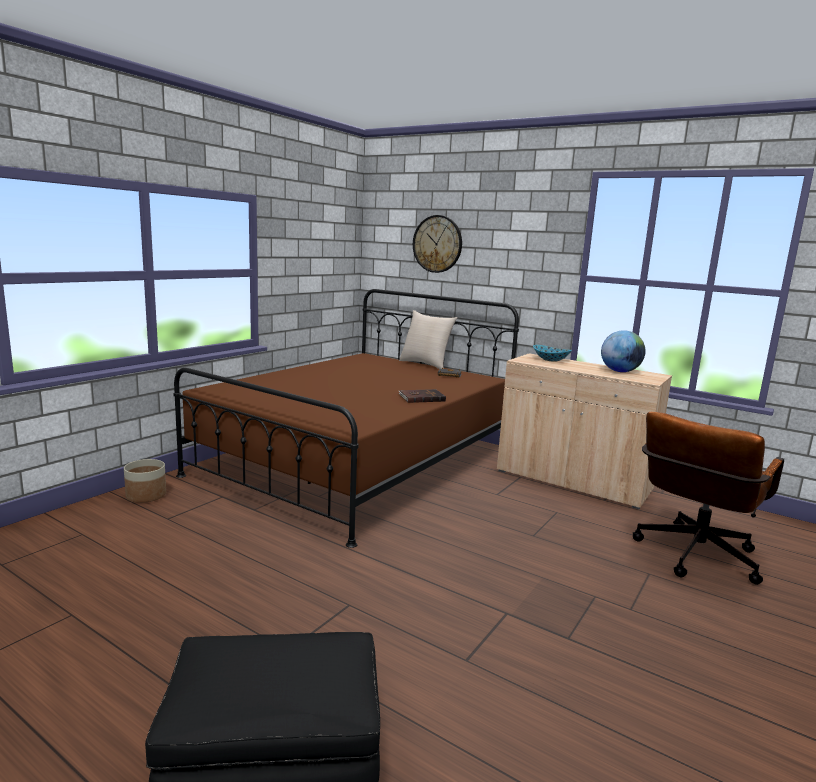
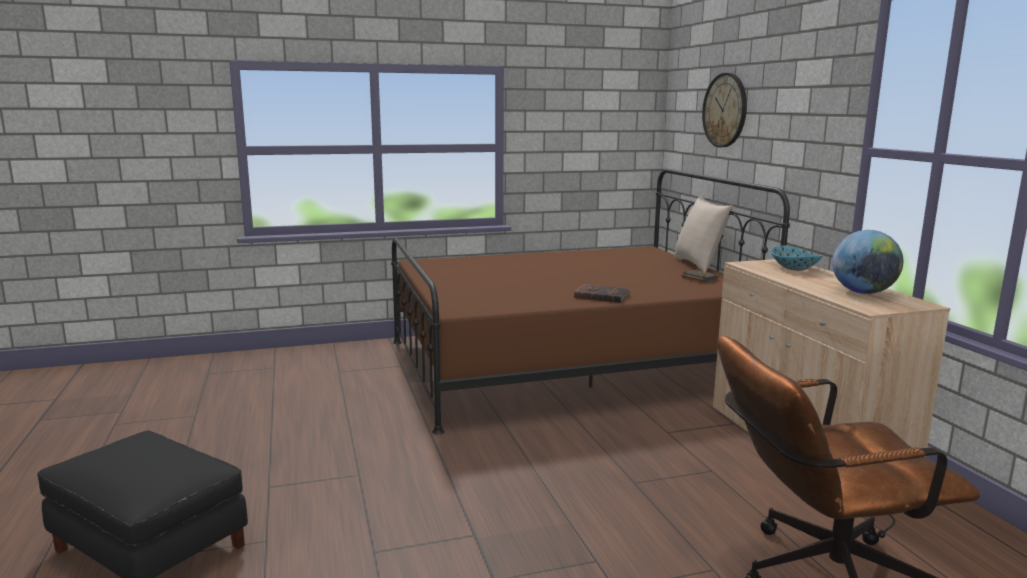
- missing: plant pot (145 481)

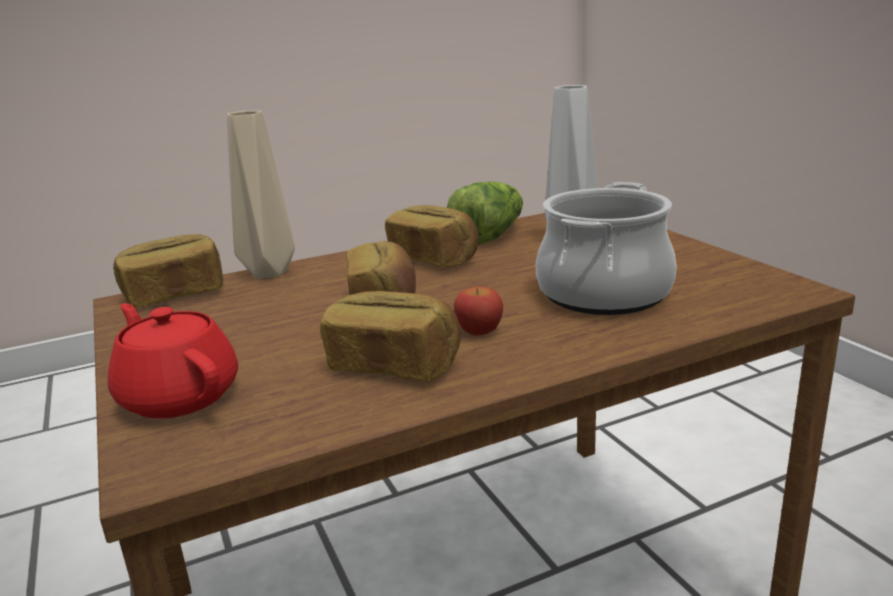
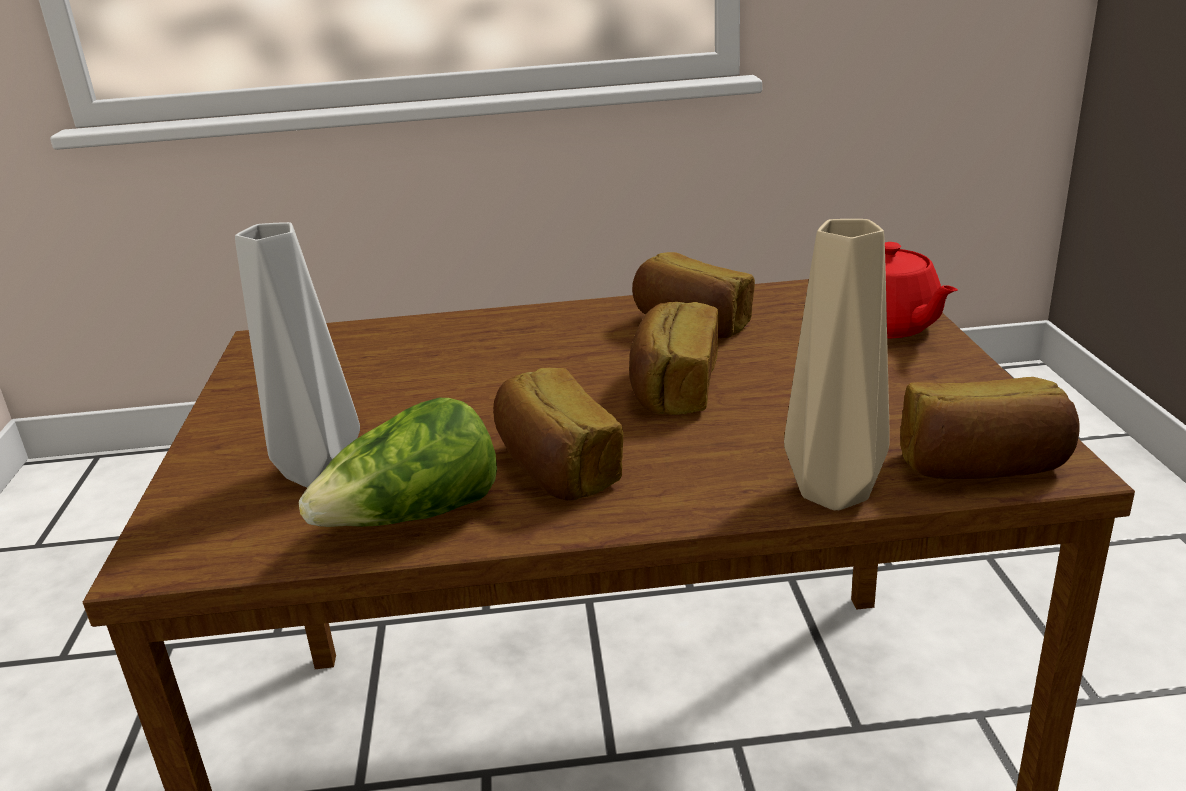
- missing: saucepot (606 248)
- missing: apple fruit (478 311)

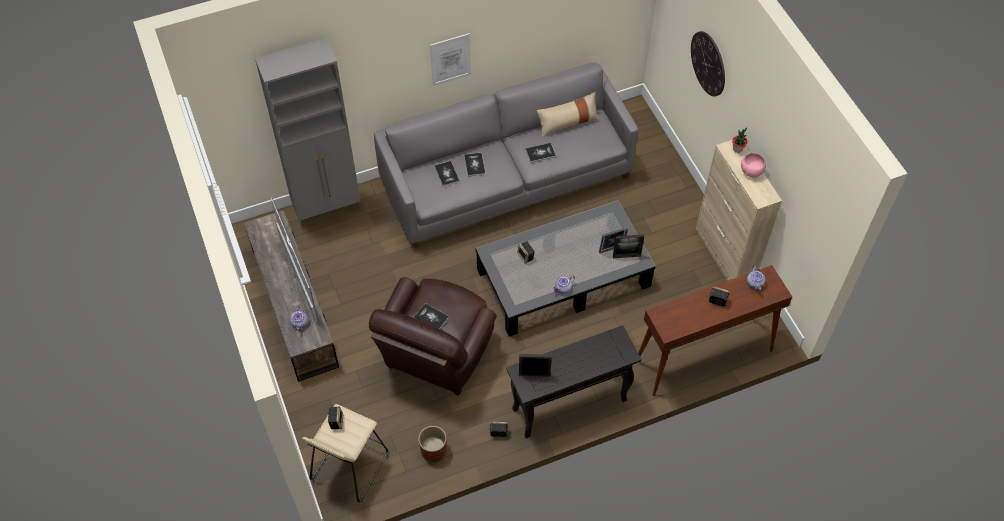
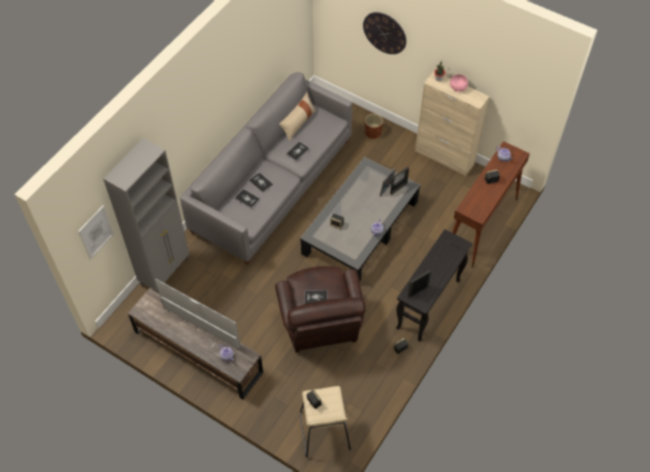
- relocated: wall art (450 59) to (96 232)
- relocated: plant pot (brown) (432 444) to (374 126)

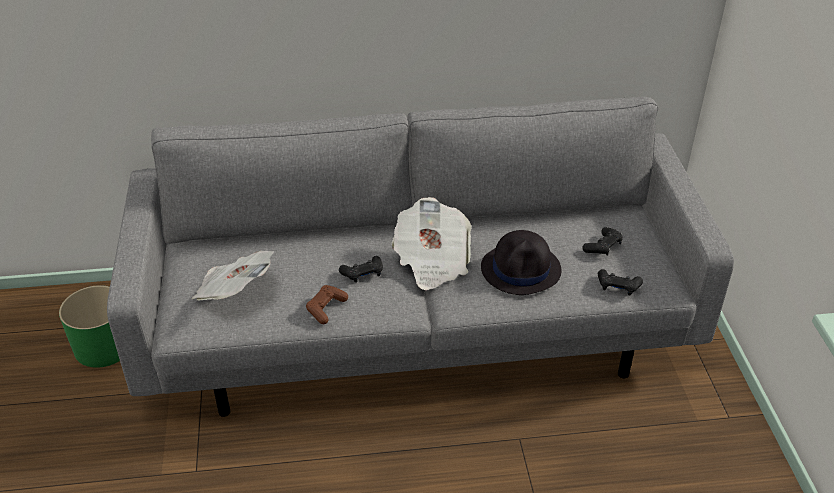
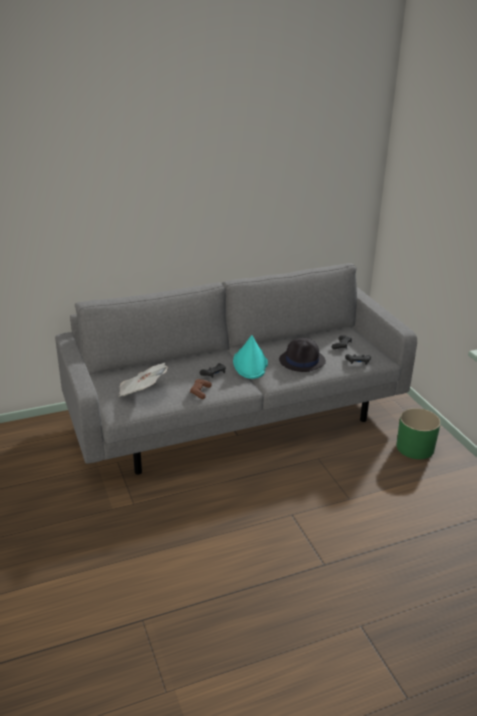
- exchanged: newspaper (431 243) to wearable hat (turquoise-coloured) (250 357)
- relocated: plant pot (green) (89 326) to (419 433)

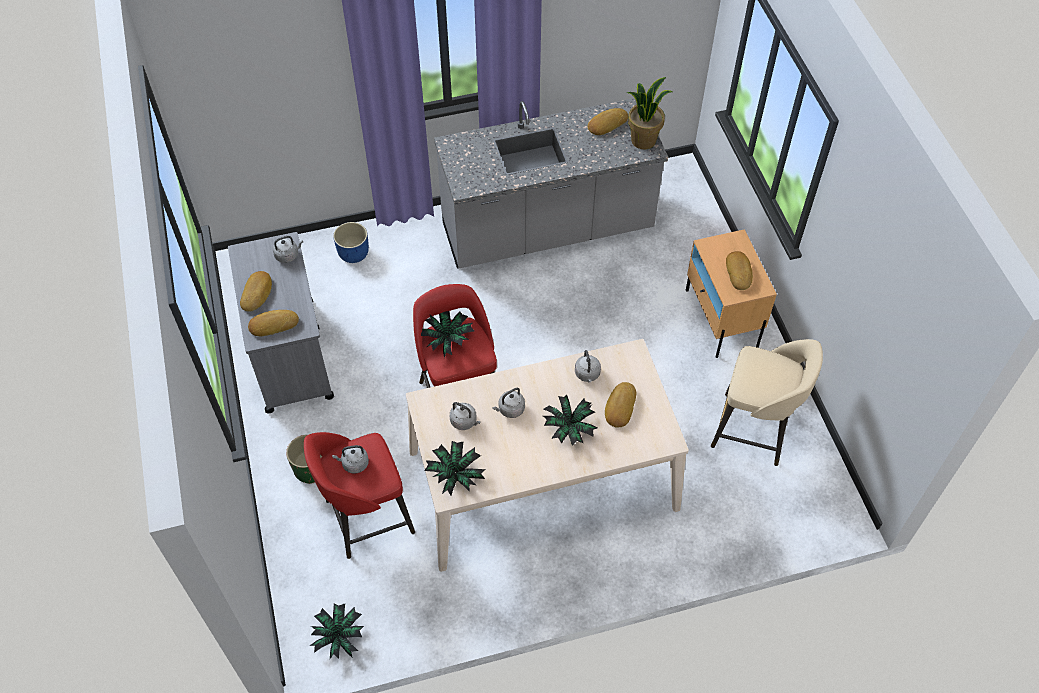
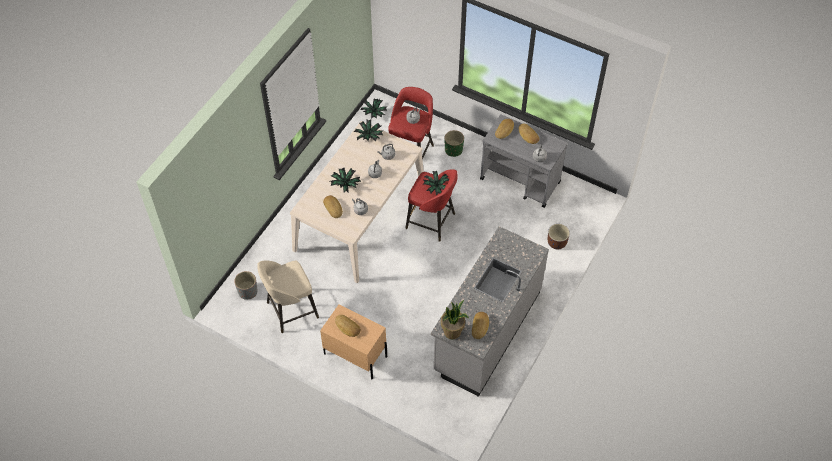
- colour: plant pot (blue-coloured) (351 242) to plant pot (brown) (559 236)
- appeared: plant pot (gray) (246 285)

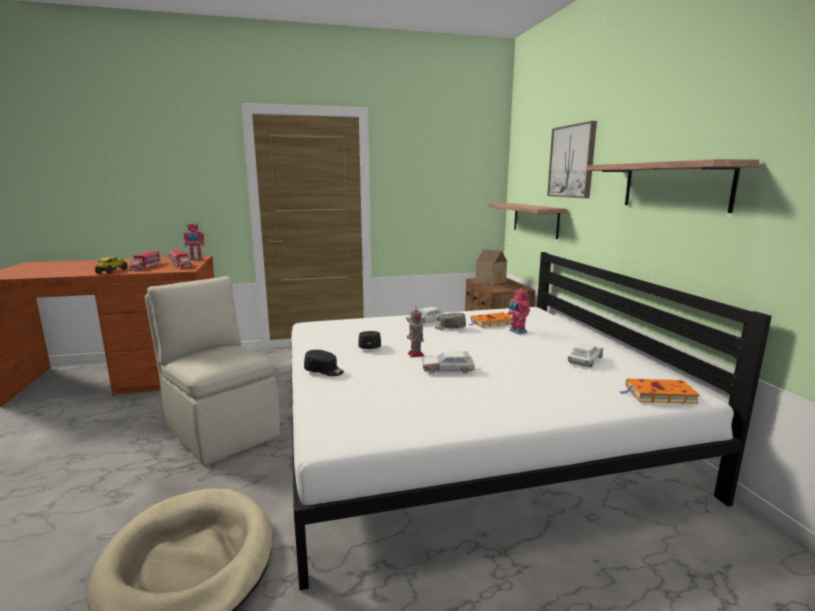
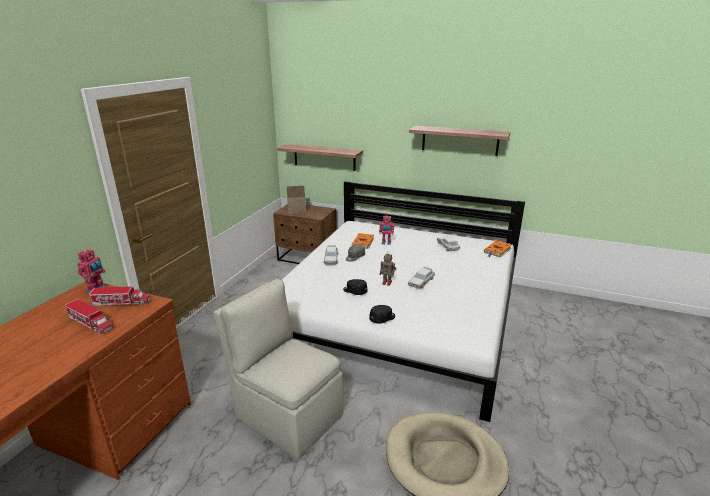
- missing: wall art (572 159)
- missing: toy truck (111 265)
- spun: upright chair (beige-coloured) (212 370) = (278 368) 45 degrees clockwise

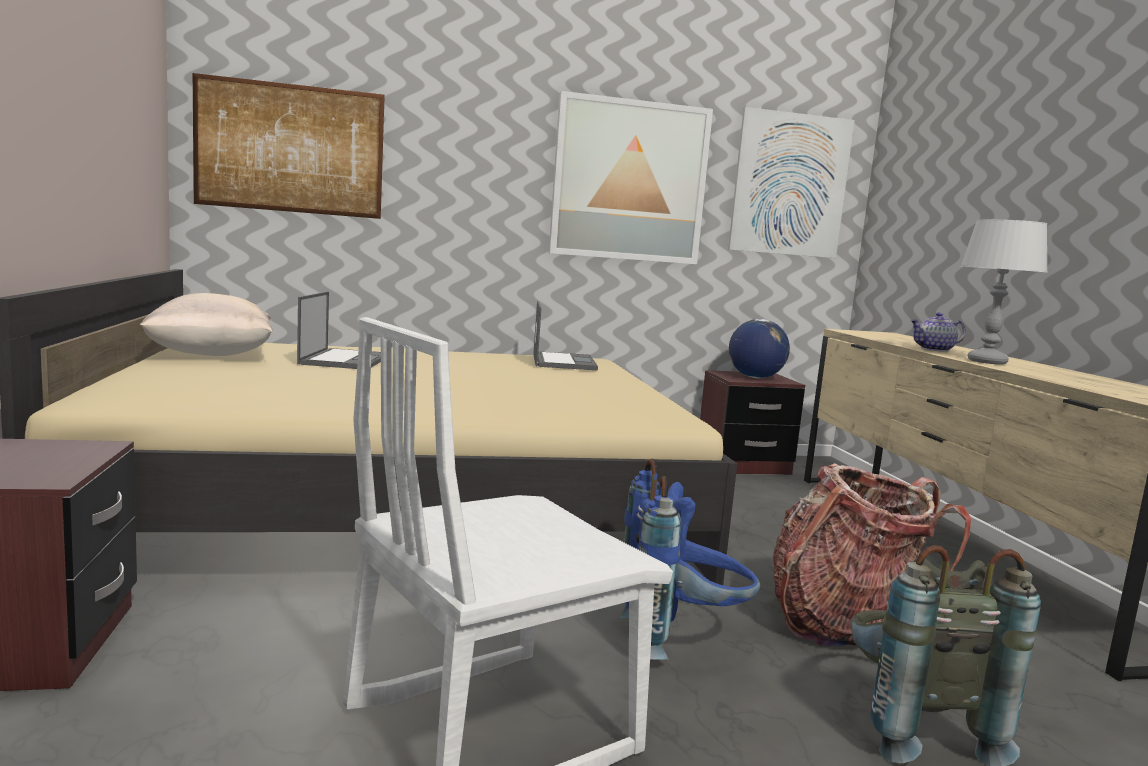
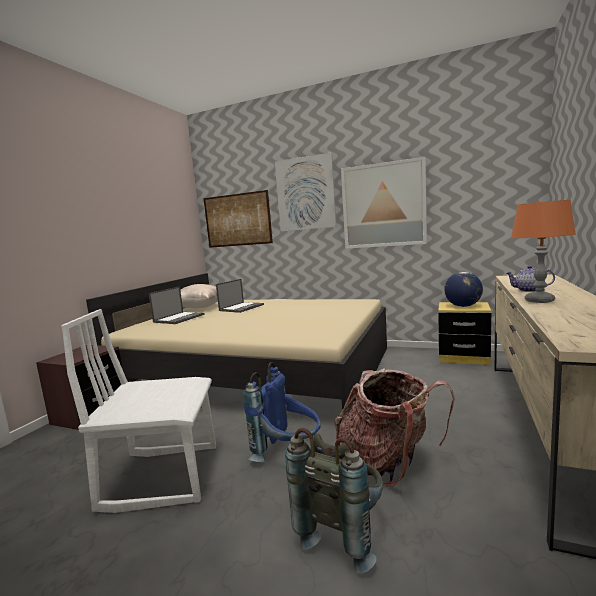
- relocated: wall art (791 182) to (305 191)
- colour: tabletop lamp (gray) (1004 292) to tabletop lamp (orangey) (543 251)
- relocated: portable computer (565 335) to (177 305)
- colour: night table (brown) (752 422) to night table (yellowish) (464 333)

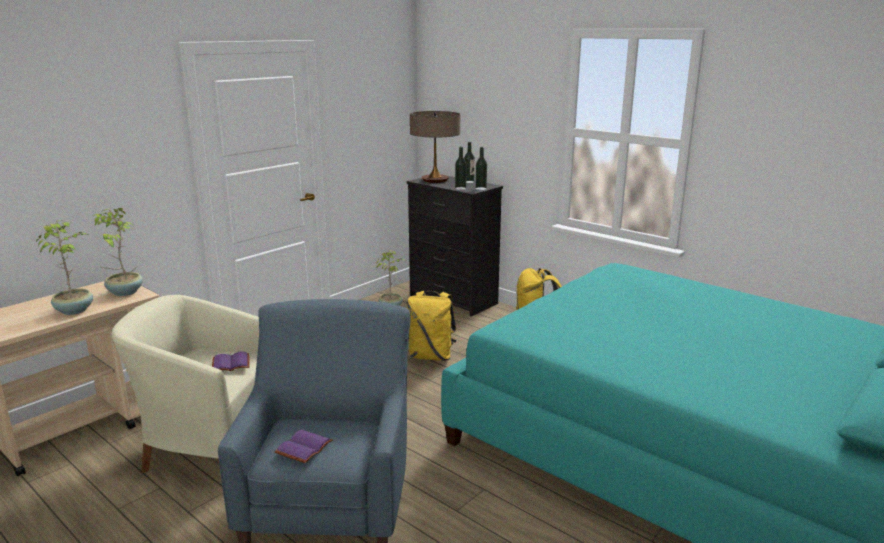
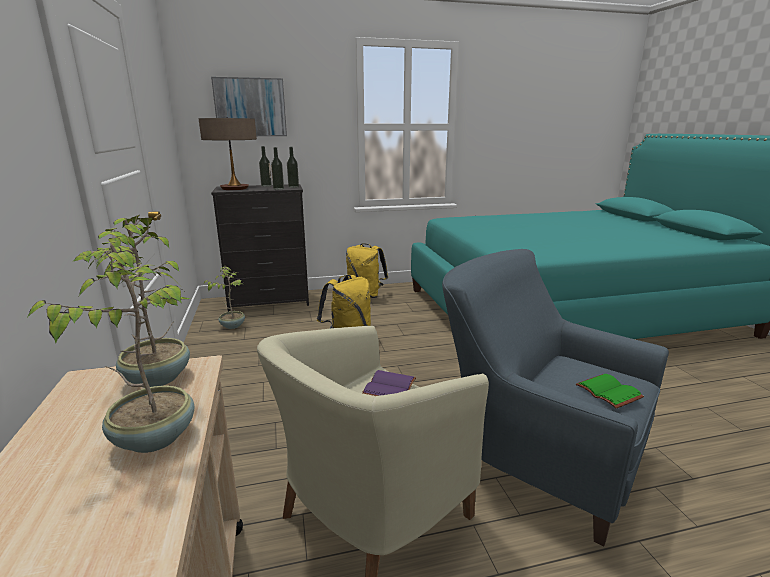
- colour: volume (purple) (303 446) to volume (green) (610 391)
- appeared: wall art (249 106)

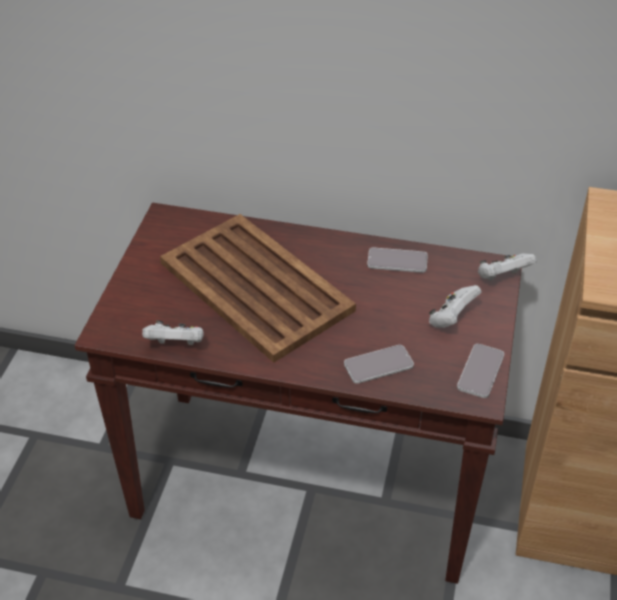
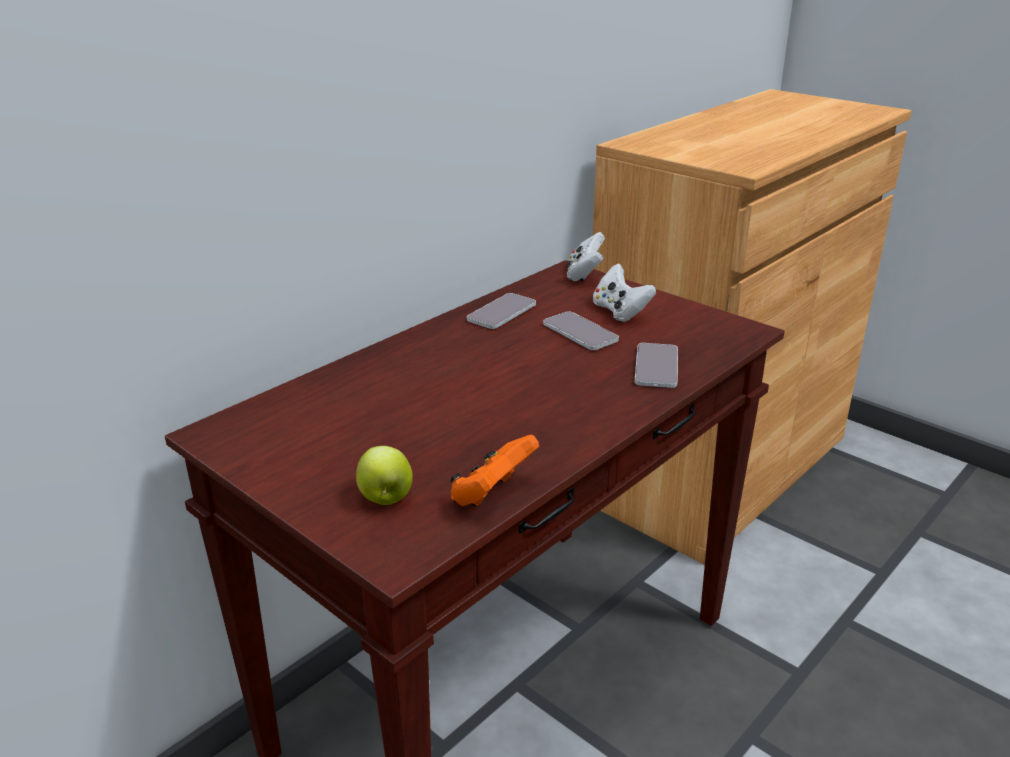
- missing: carrying tray (brown) (258 288)
- colour: gamepad (whitish) (173 332) to gamepad (orangey) (494 470)
- relocated: telephone (480 371) to (581 331)
- appeared: apple fruit (384 475)

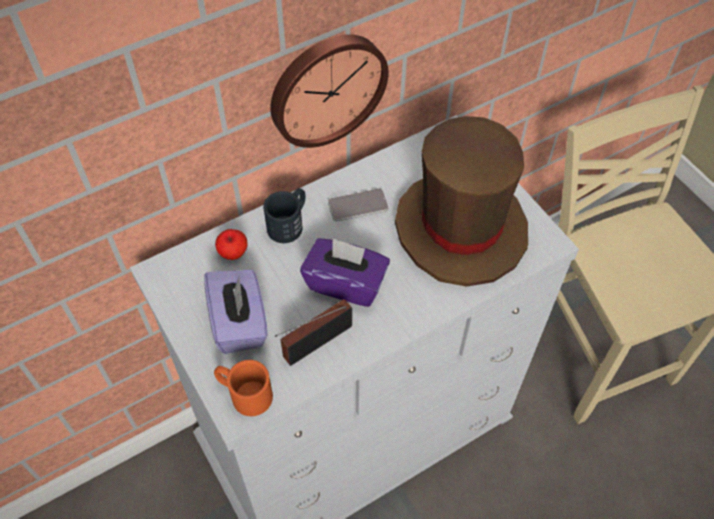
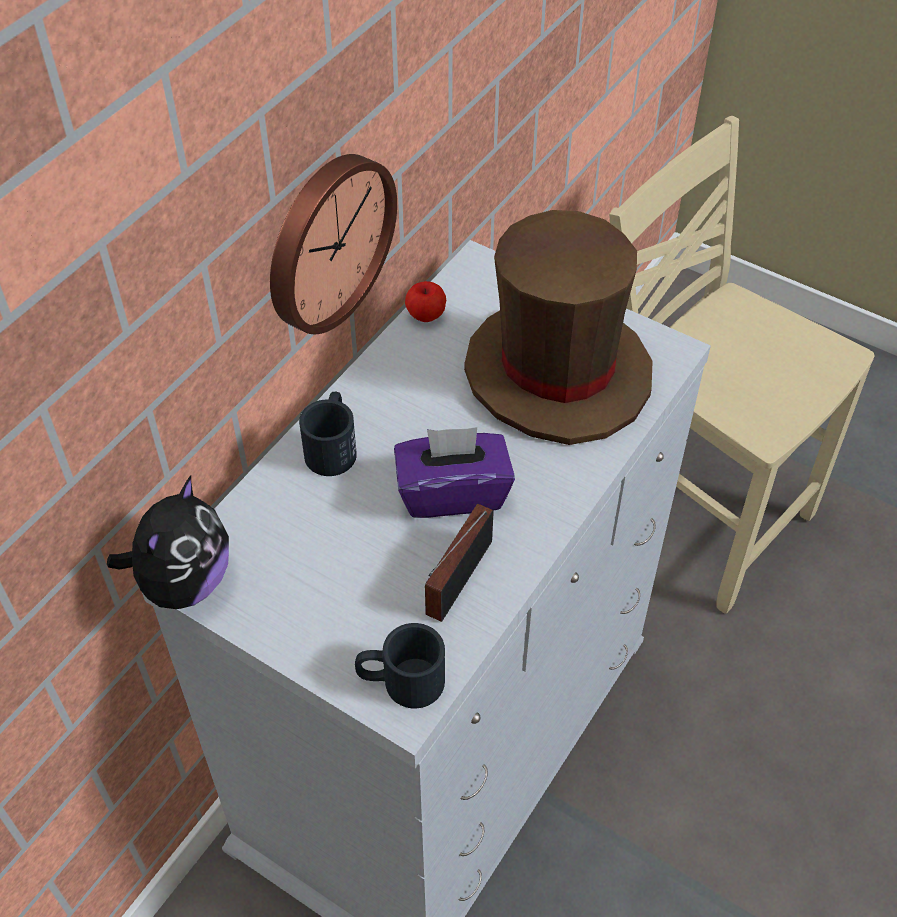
- missing: telephone (358 204)
- relocated: apple fruit (231 244) to (425 301)
- missing: tissue box (purple) (236 312)
- colour: tea mug (orangey) (243 388) to tea mug (black-coloured) (400 665)
- appeared: soft toy (168 542)

